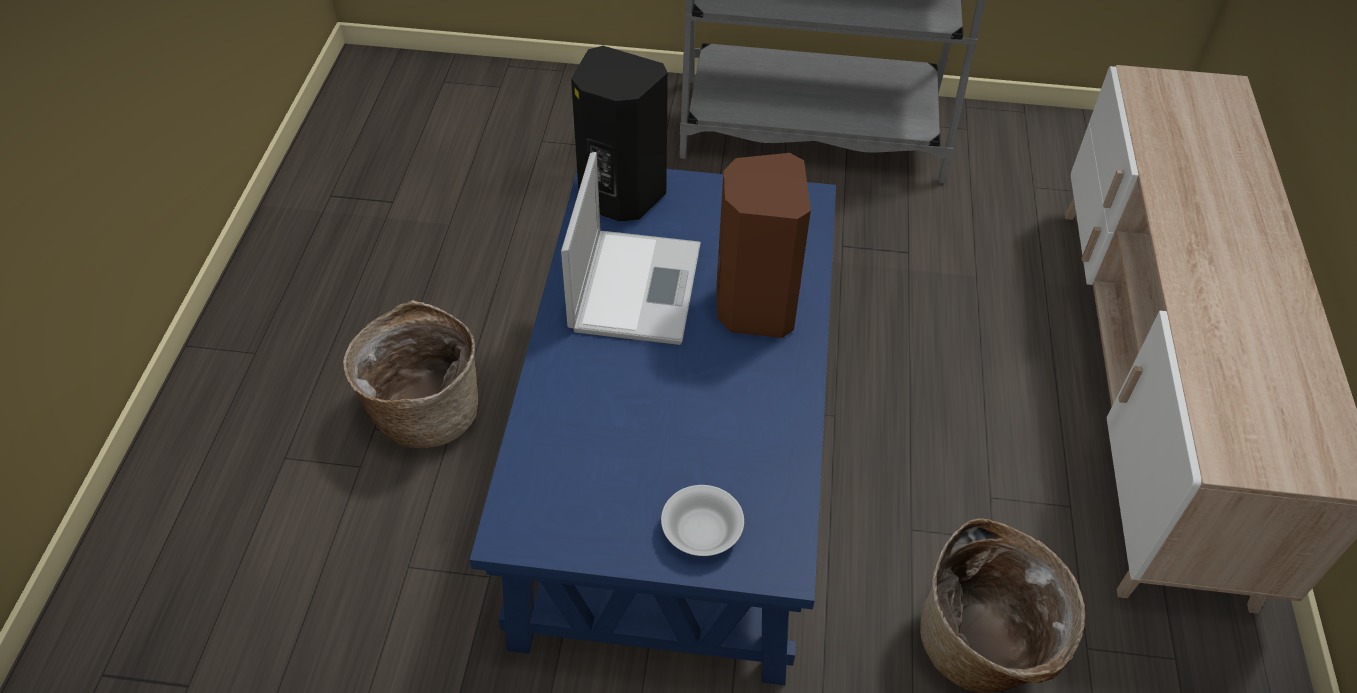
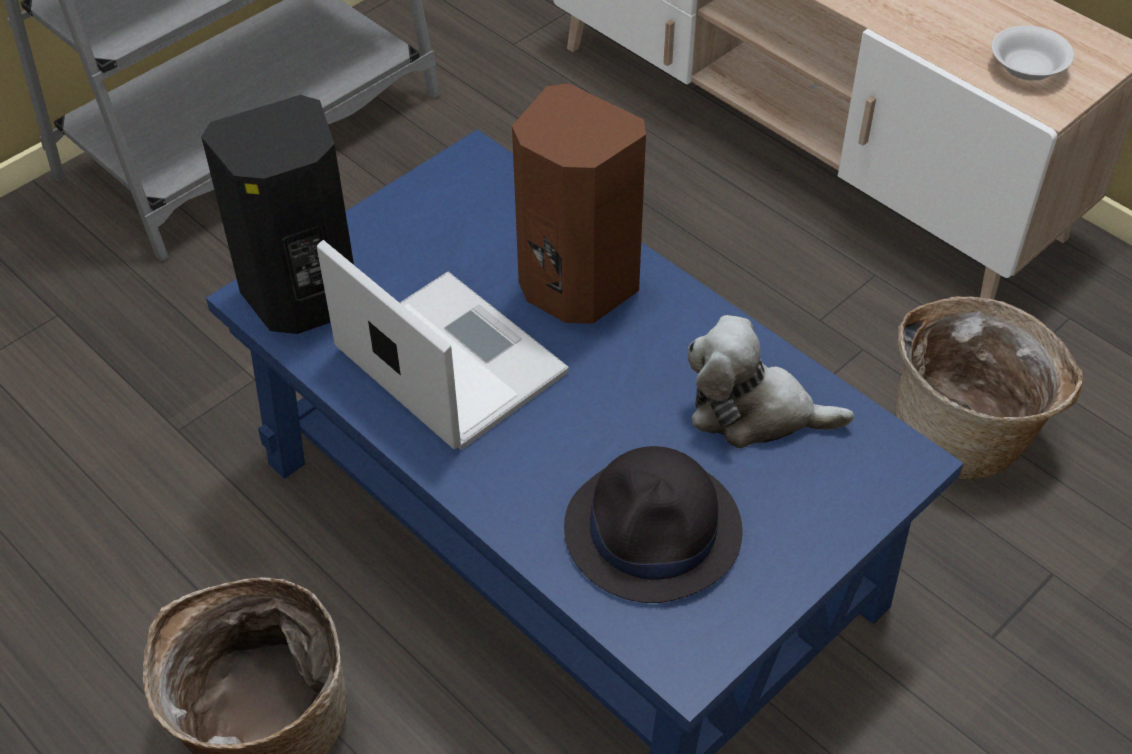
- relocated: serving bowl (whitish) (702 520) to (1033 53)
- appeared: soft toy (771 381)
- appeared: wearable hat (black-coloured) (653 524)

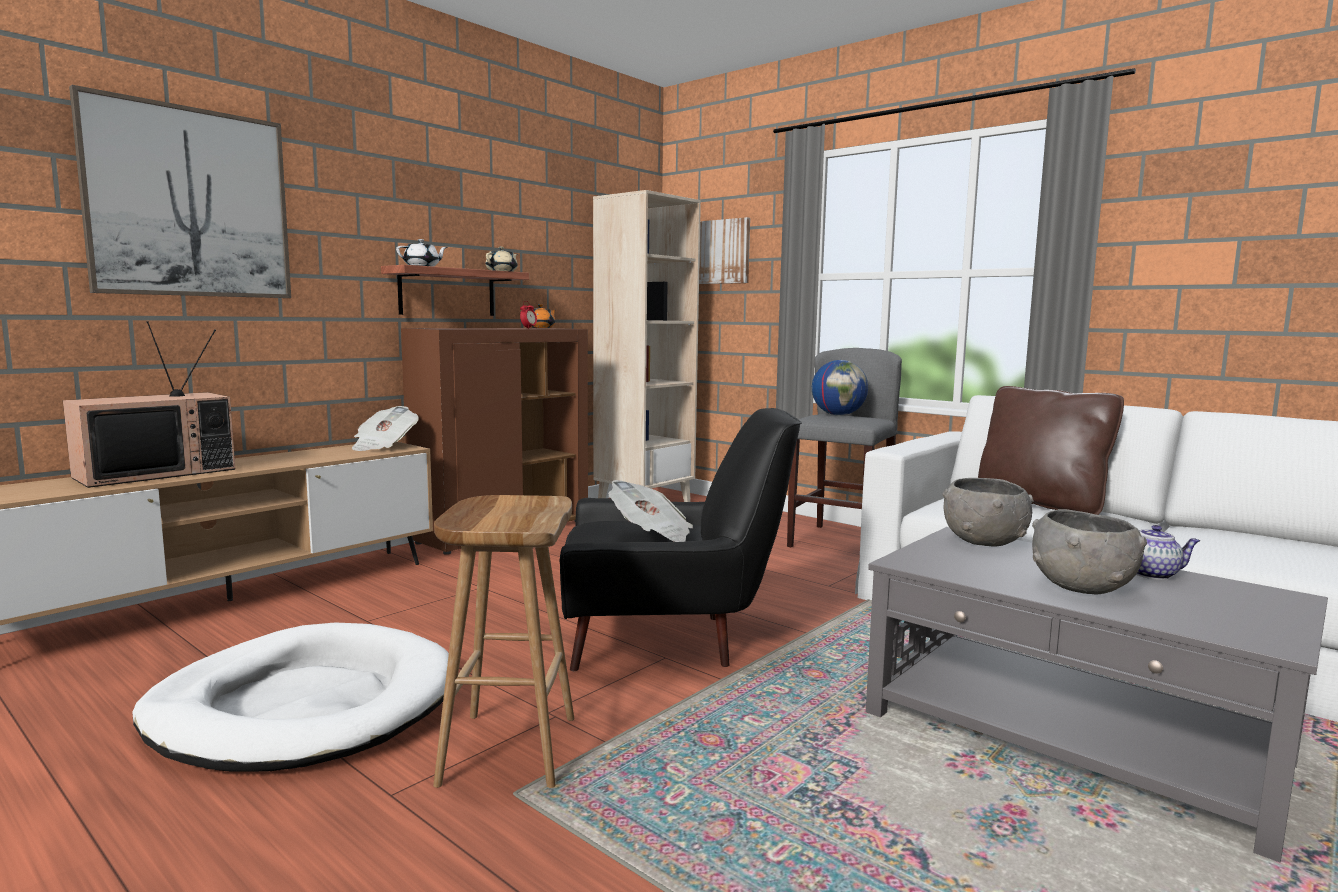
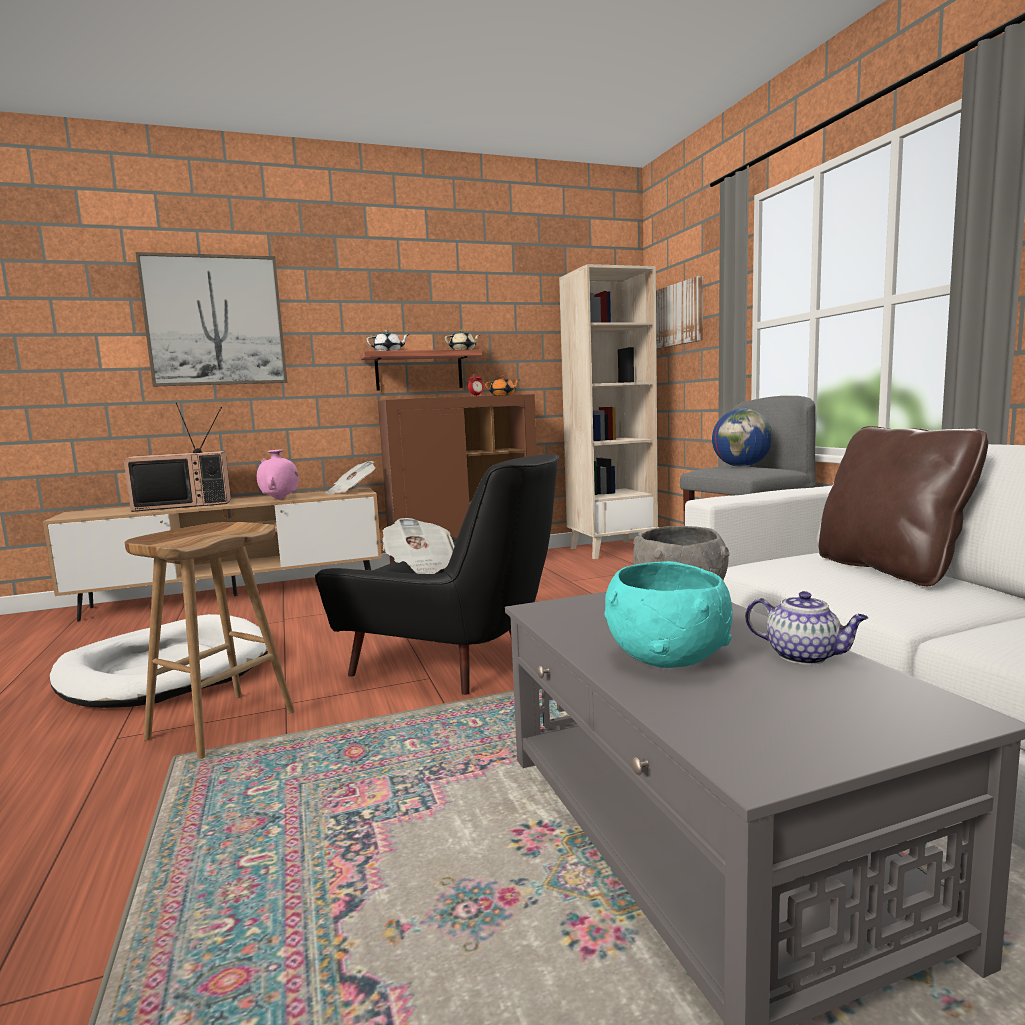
- colour: serving bowl (gray) (1089 552) to serving bowl (turquoise-coloured) (669 614)
- appeared: vase (pink) (278 474)

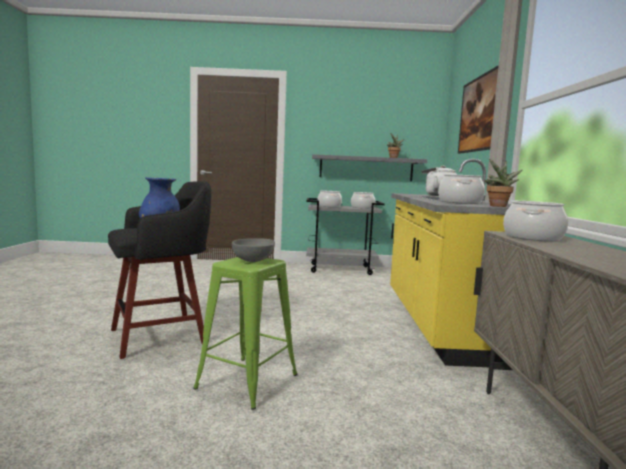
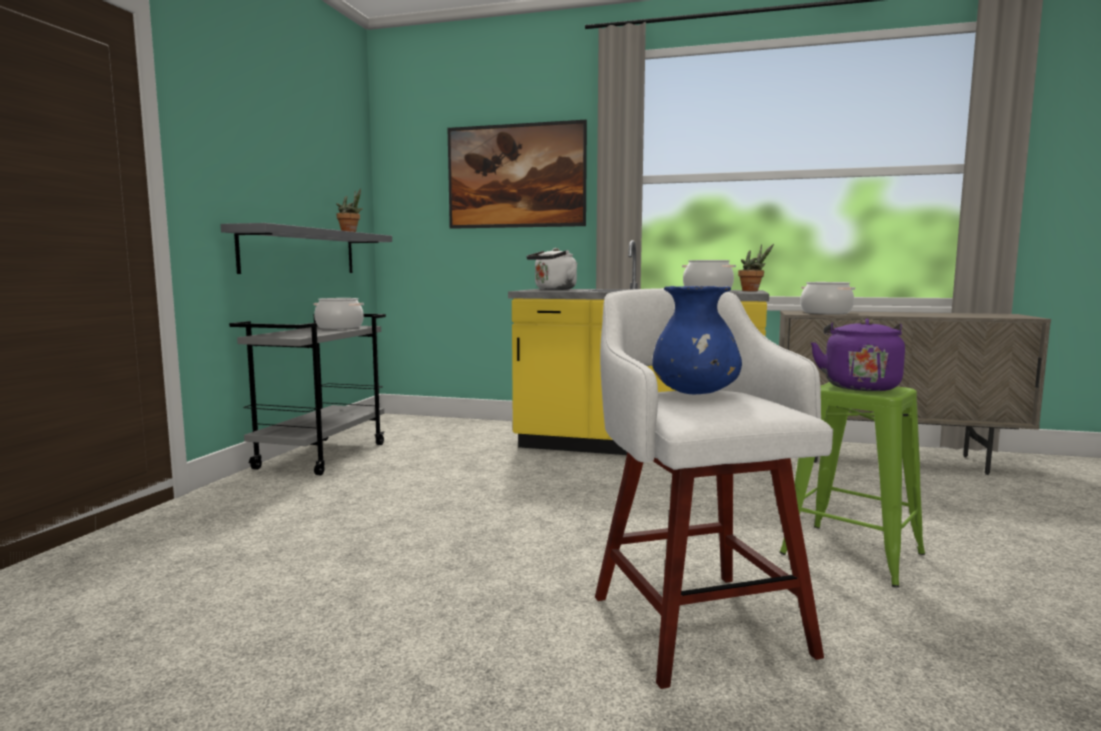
- colour: stool (black-coloured) (159 270) to stool (whitish) (714 488)
- missing: saucepot (329 199)
- exchanged: serving bowl (gray) (253 250) to kettle (purple) (858 355)

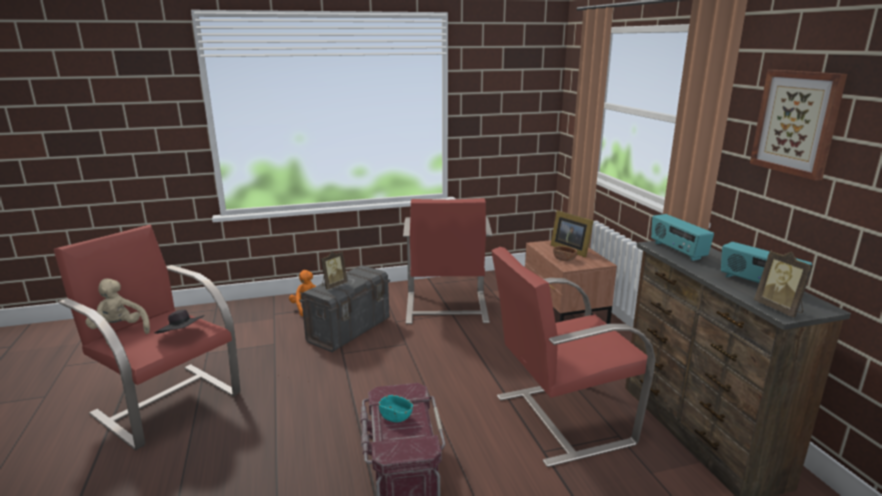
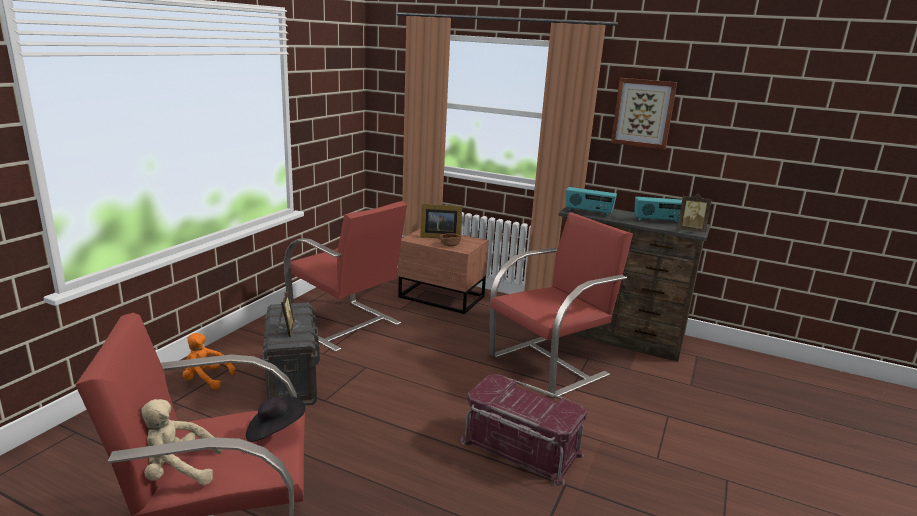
- spun: lounge chair (red-coloured) (573 357) = (561 305) 150 degrees counterclockwise
- missing: serving bowl (turquoise-coloured) (396 409)

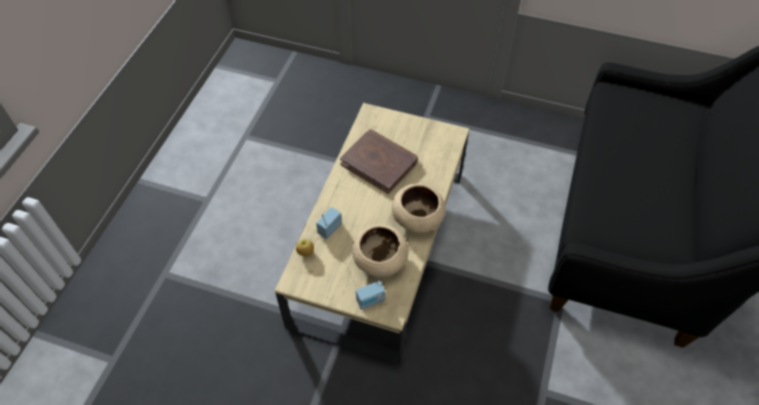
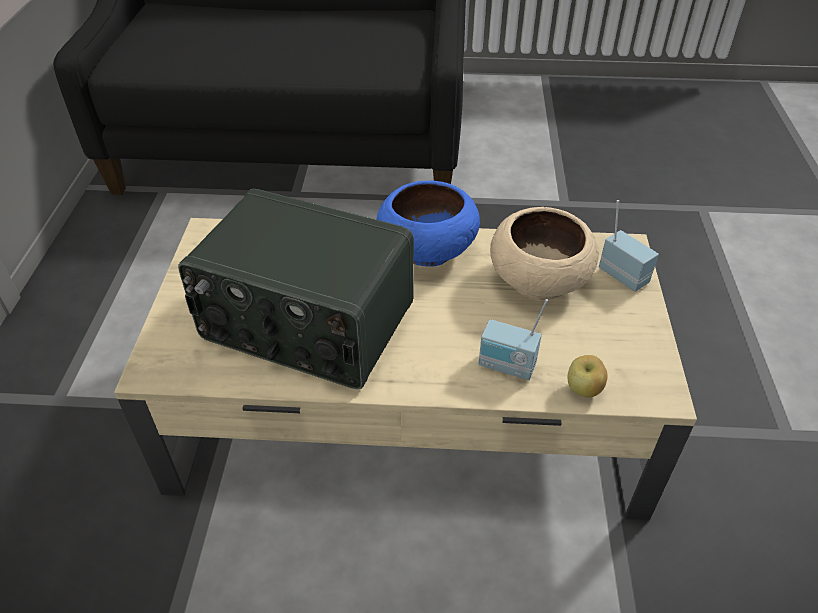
- exchanged: volume (brown) (379 161) to radio set (296 289)
- colour: serving bowl (beige-coloured) (418 208) to serving bowl (blue-coloured) (428 224)

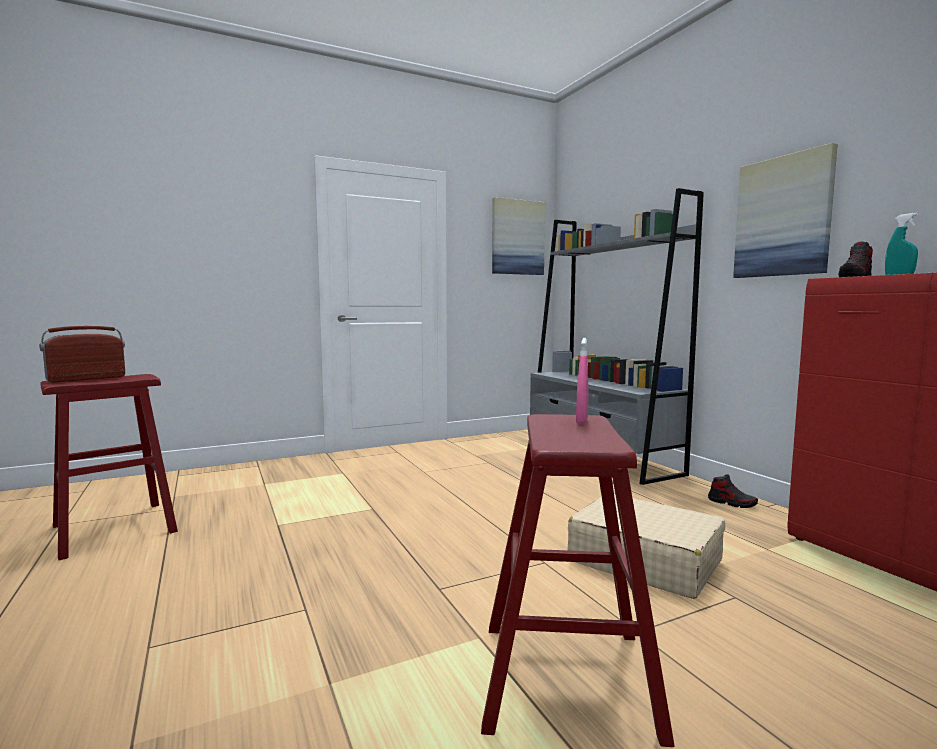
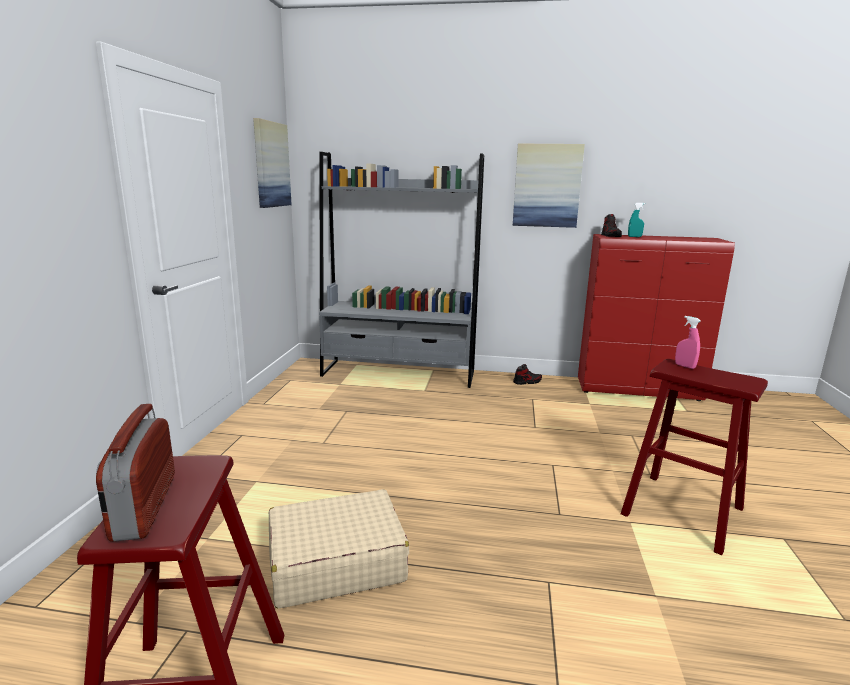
- relocated: travel case (beige-coloured) (646 546) to (339 549)

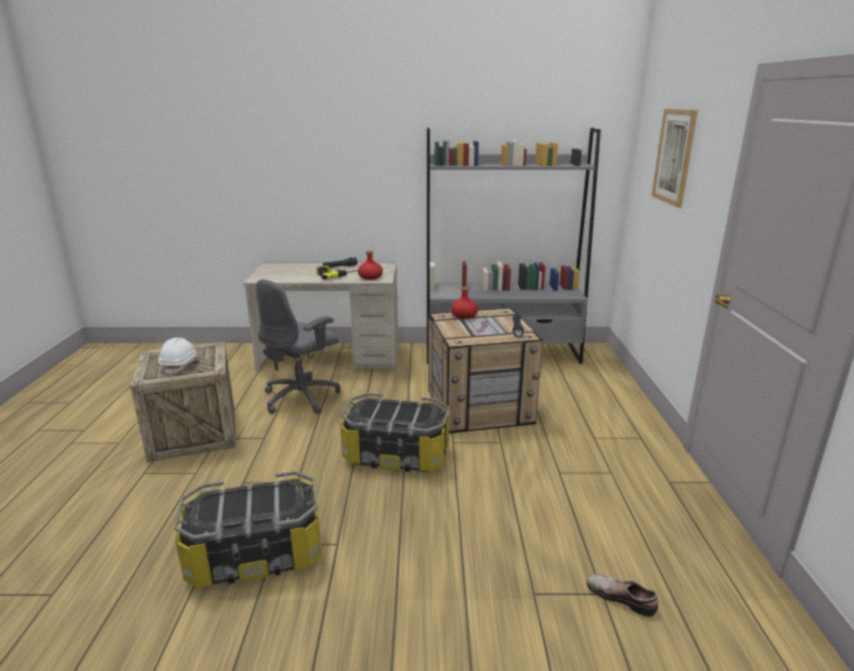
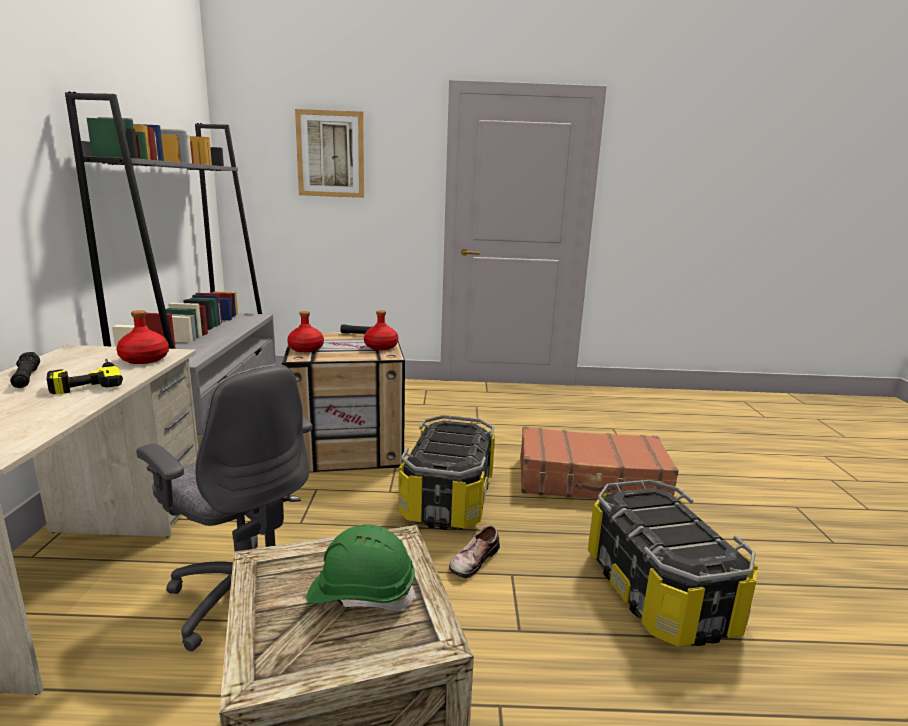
- colour: work helmet (whitish) (179 356) to work helmet (green) (361 568)
- relocated: low shoe (622 595) to (474 552)
- appeared: bottle (red-coloured) (381 330)
- appeared: travel case (brown) (599 462)

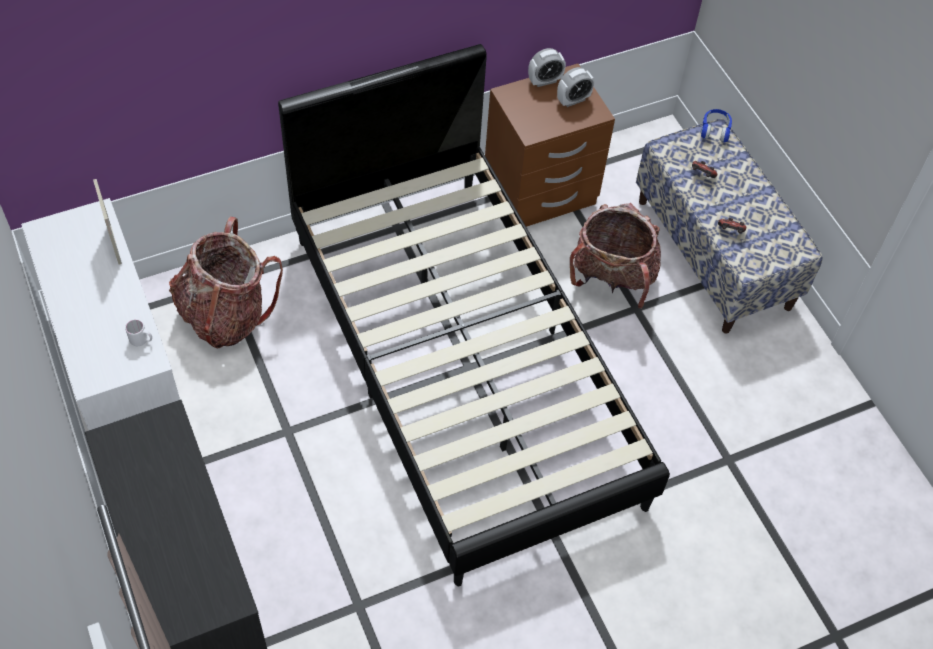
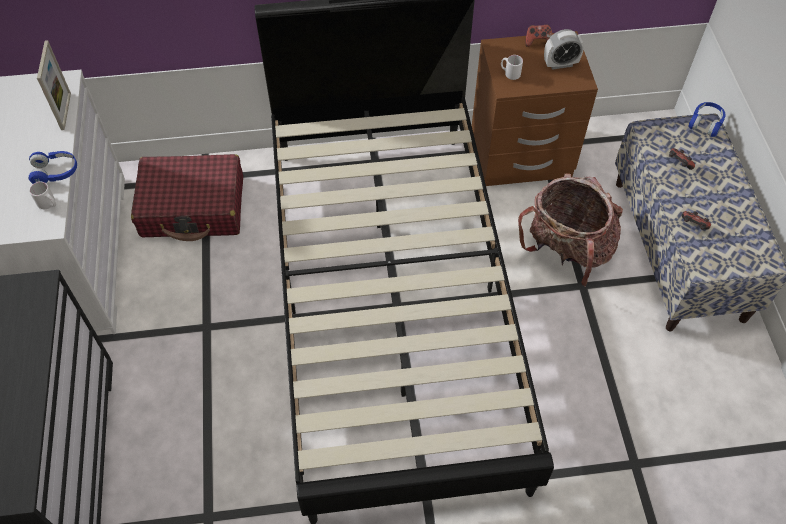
- exchanged: table clock (547 67) to gamepad (539 35)
- exchanged: rucksack (226 283) to travel case (red-coloured) (187 197)
- appeared: tea mug (whitish) (512 67)
- appeared: headset (blue-coloured) (52 167)

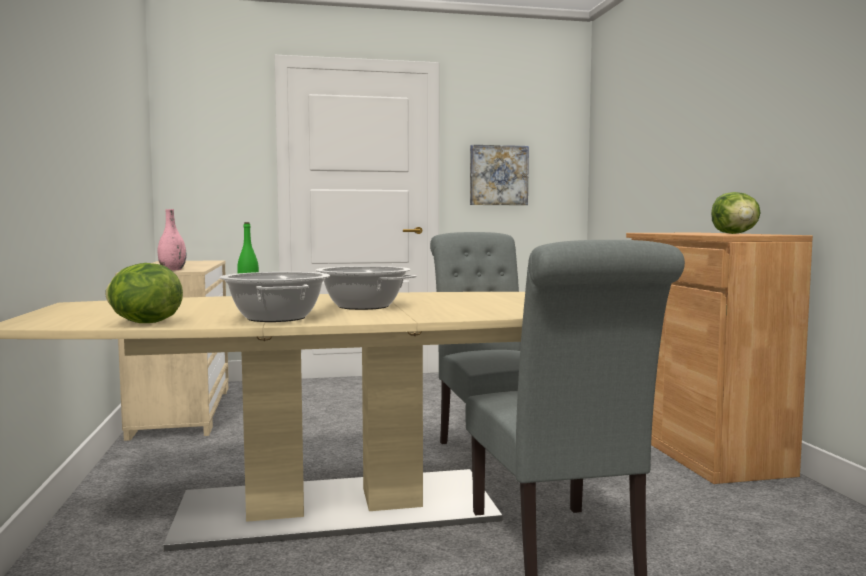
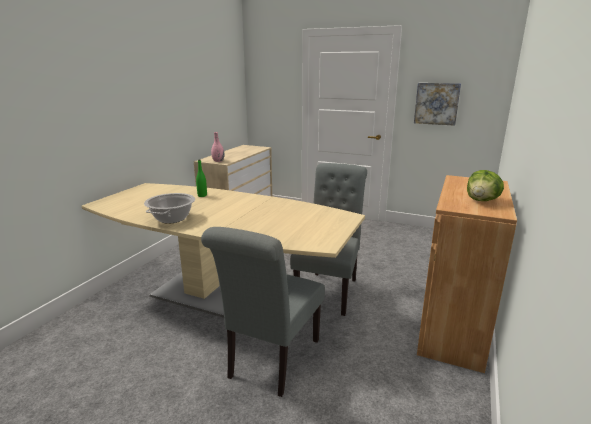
- missing: lettuce head (144 293)
- missing: saucepot (366 288)

